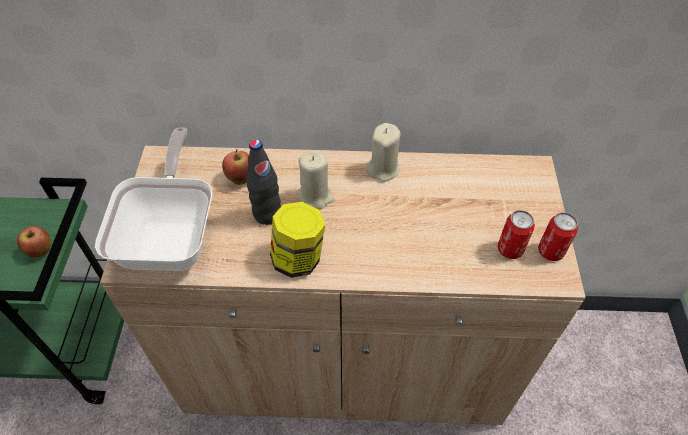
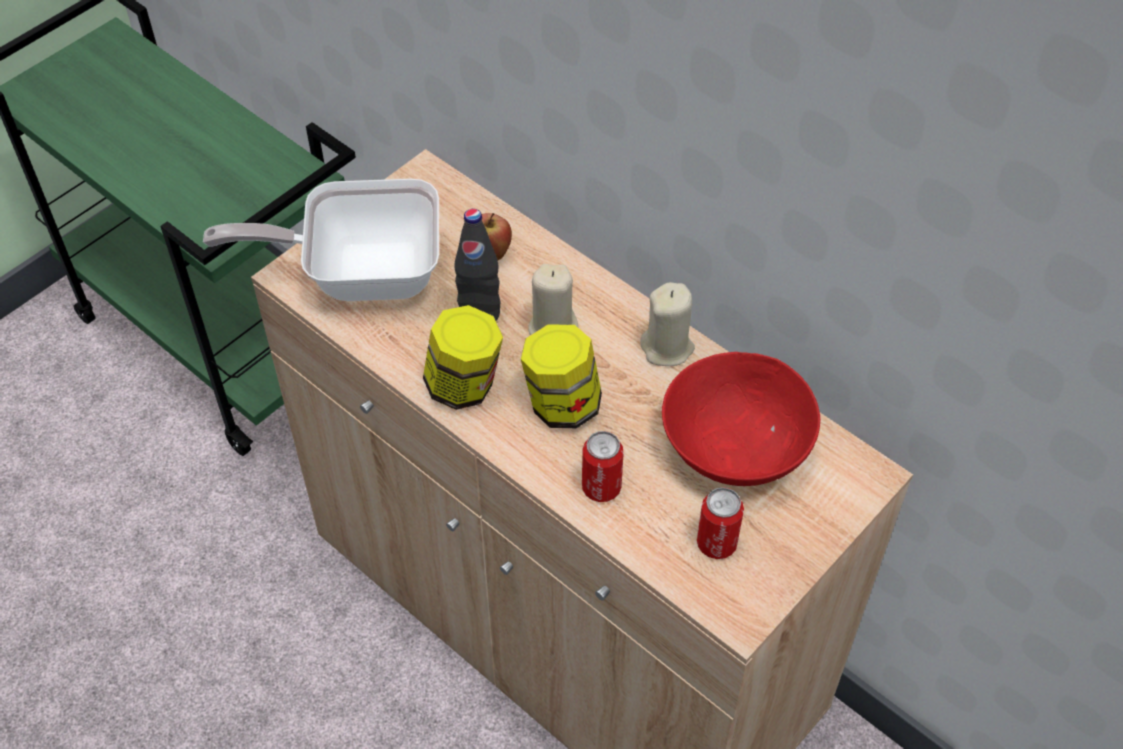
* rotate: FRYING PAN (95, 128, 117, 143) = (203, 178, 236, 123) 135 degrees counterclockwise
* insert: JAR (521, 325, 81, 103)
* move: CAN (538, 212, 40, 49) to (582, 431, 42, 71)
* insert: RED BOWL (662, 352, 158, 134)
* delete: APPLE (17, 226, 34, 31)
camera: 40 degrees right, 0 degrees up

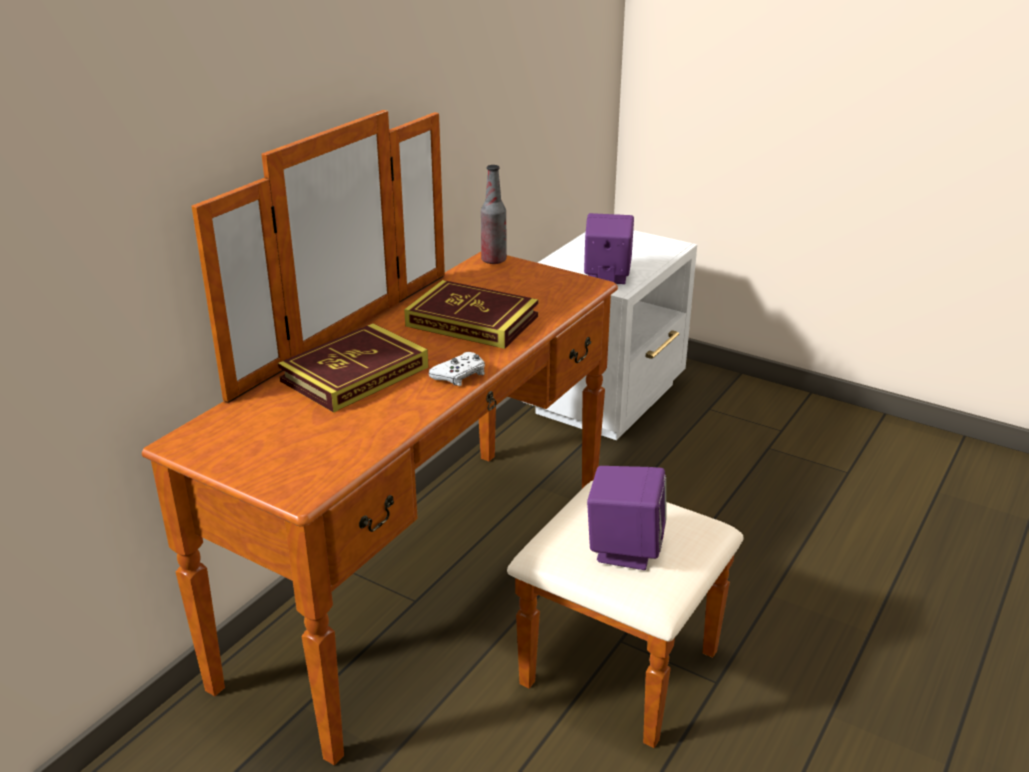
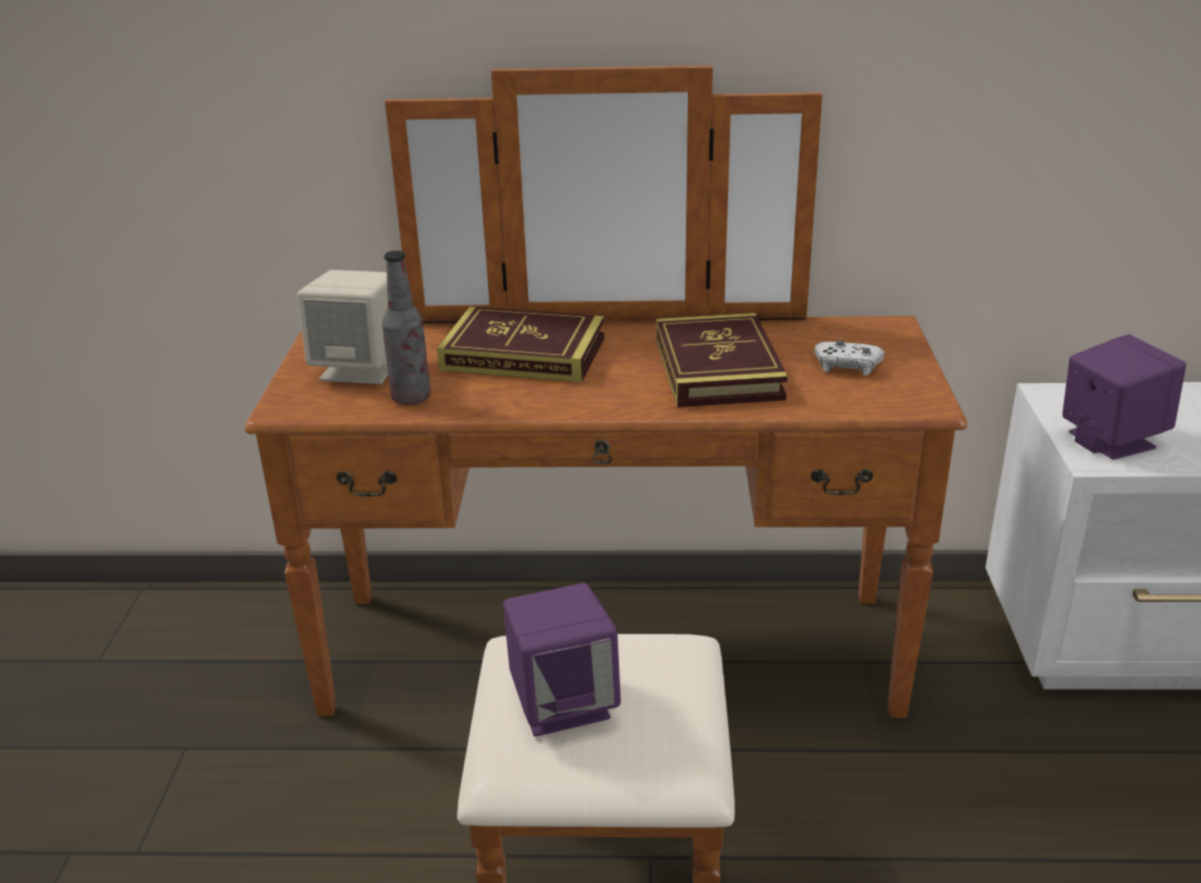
* insert: BEIGE SPEAKER (297, 270, 91, 114)
* move: BOTTLE (481, 165, 26, 99) to (382, 251, 49, 154)
* move: WHITE GAME CONTROLLER (429, 352, 56, 34) to (814, 340, 70, 36)
camera: 60 degrees right, 0 degrees up

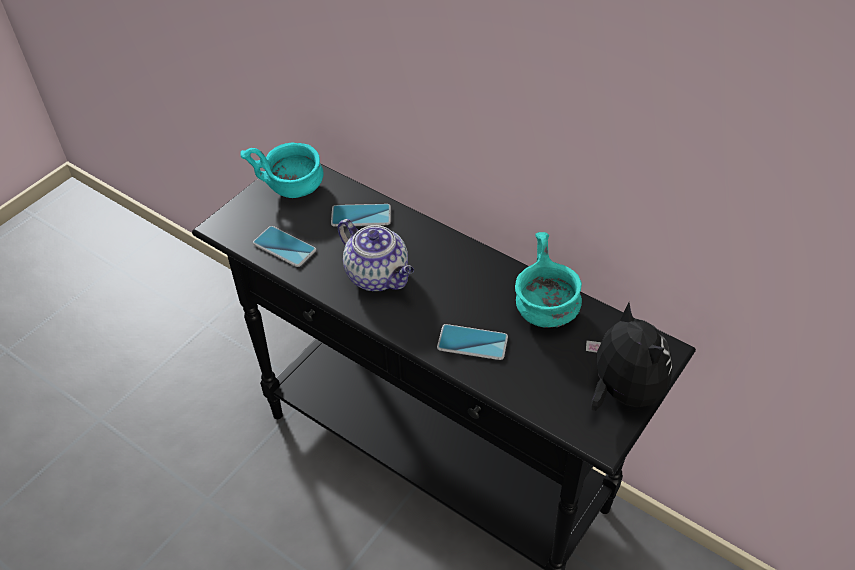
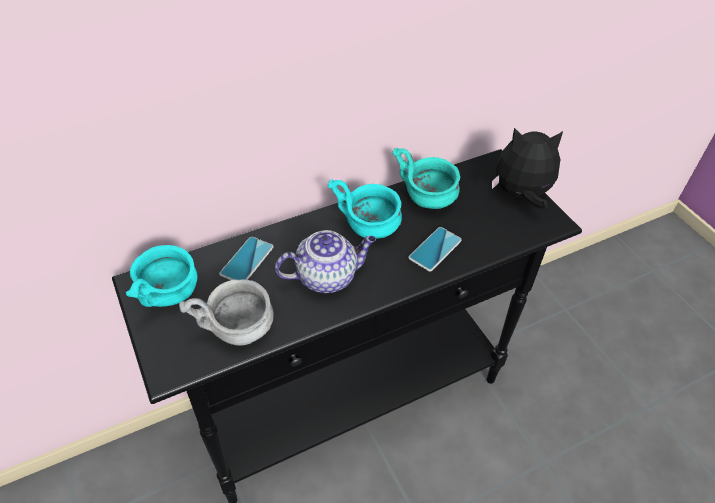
* replace: PHONE (253, 226, 63, 41) to GREY BOWL (179, 280, 95, 66)
* insert: TURQUOISE BOWL (328, 180, 74, 59)
camera: 65 degrees left, 0 degrees up

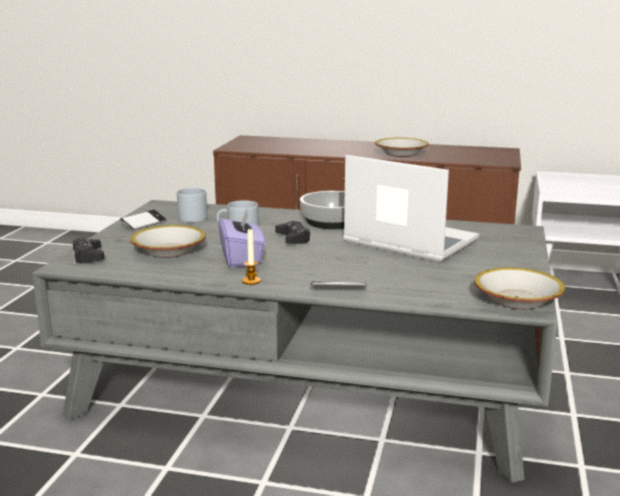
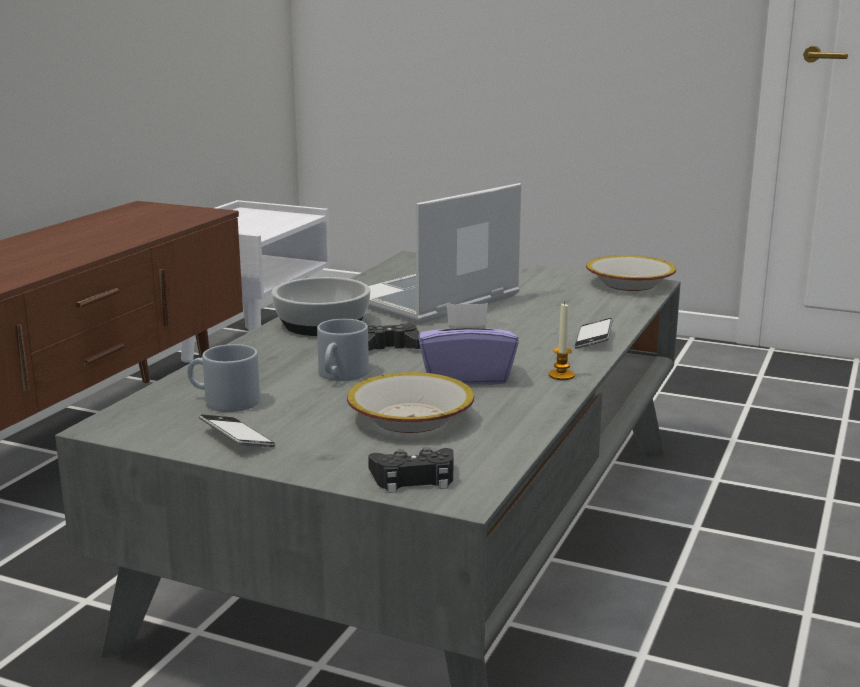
* delete: BOWL (375, 138, 54, 19)
camera: 80 degrees left, 0 degrees up

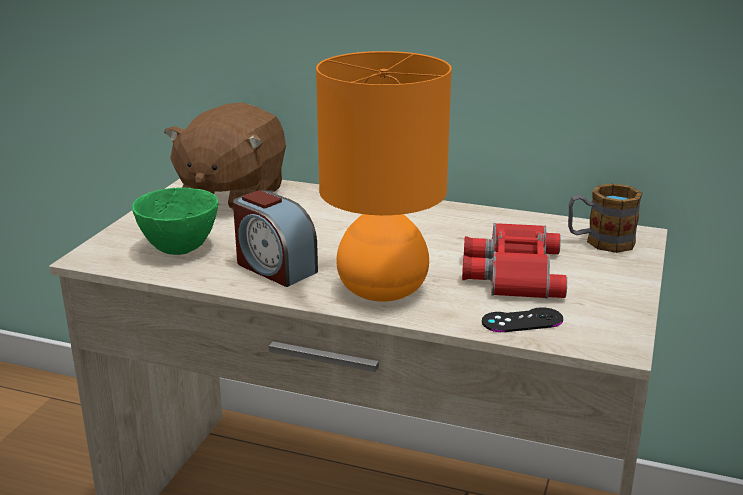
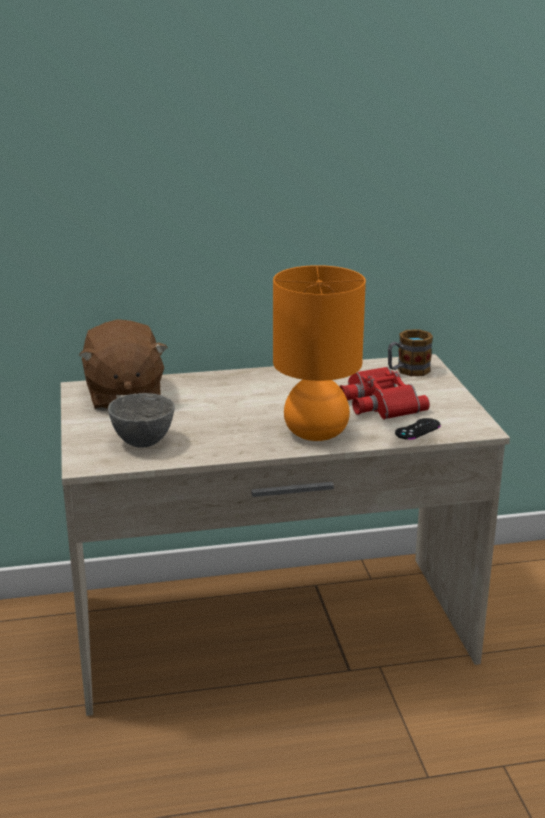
* recolor: GREEN BOWL (132, 188, 86, 67) to GREY BOWL (108, 393, 67, 55)
* delete: ALARM CLOCK (233, 190, 85, 97)
camera: 30 degrees left, 0 degrees up

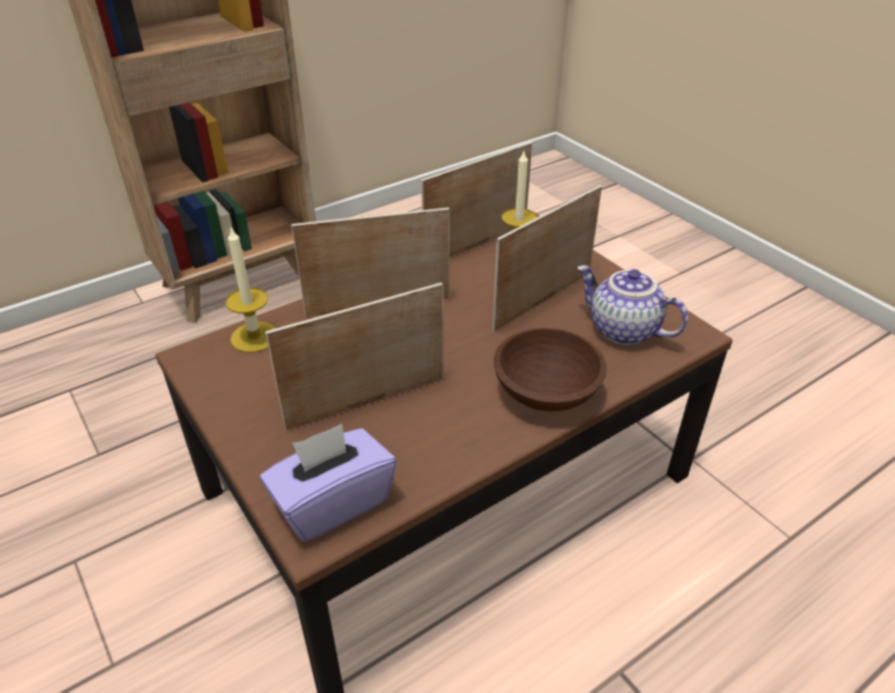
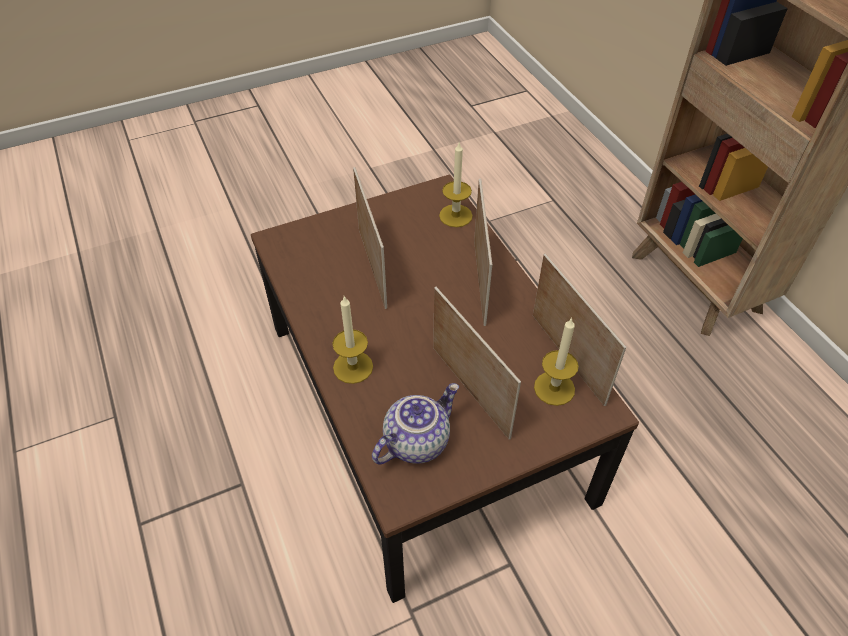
* replace: BROWN BOWL (494, 328, 113, 84) to CANDLE (332, 296, 41, 88)
* delete: PURPLE TISSUE BOX (260, 424, 136, 118)
camera: 100 degrees right, 10 degrees up

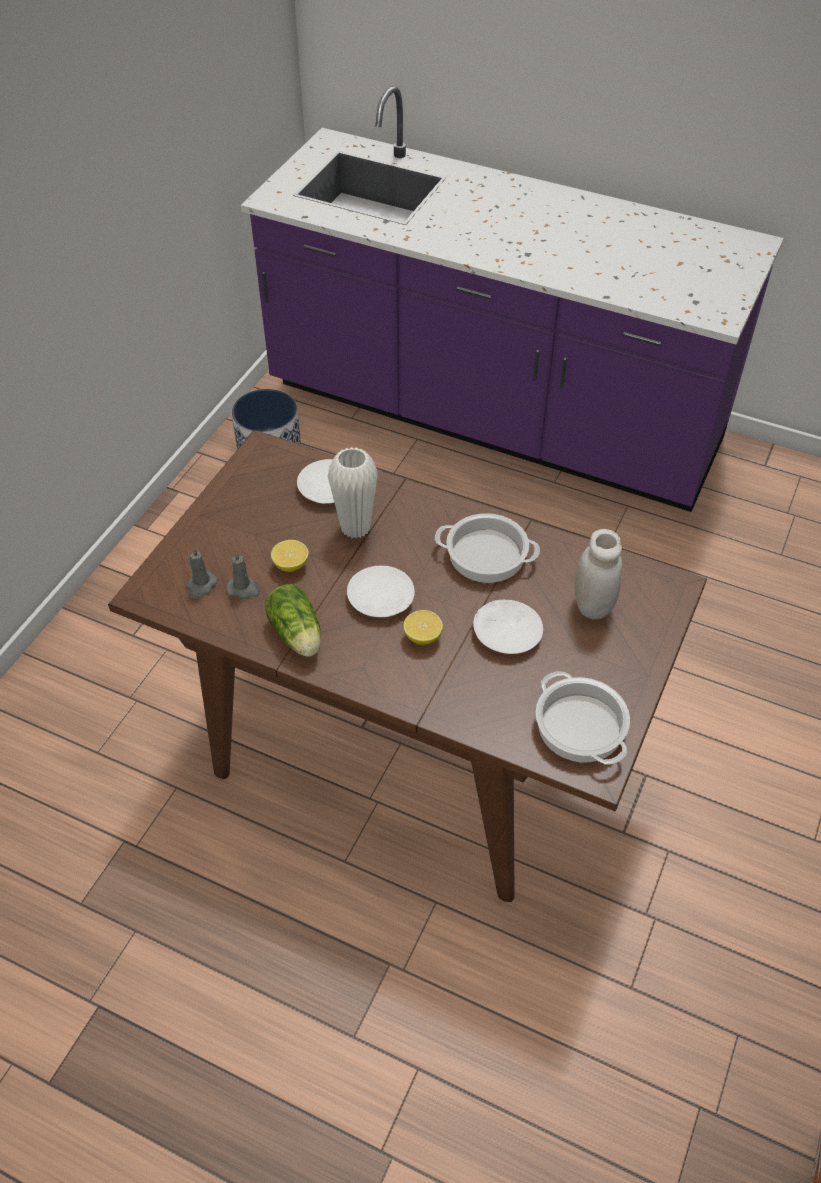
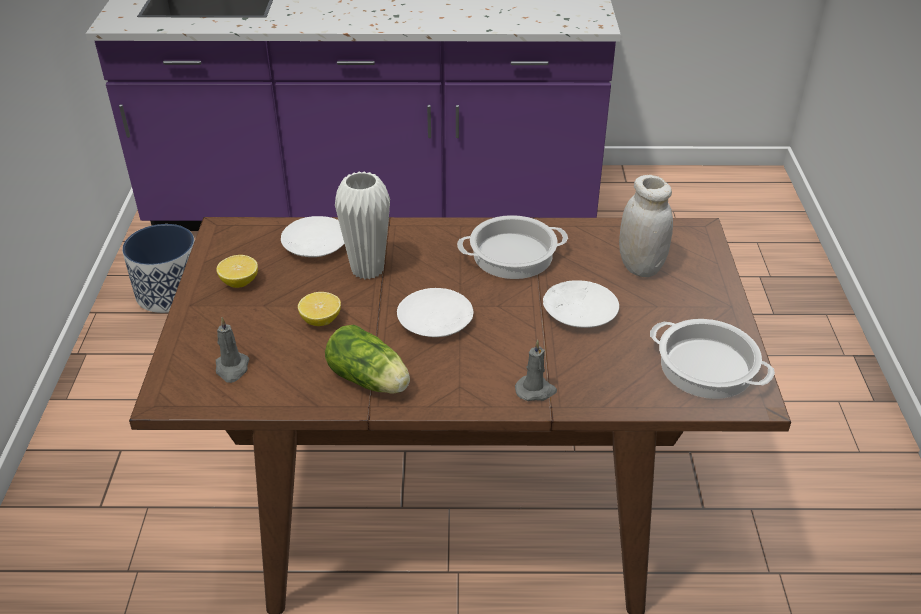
* move: LEMON (403, 610, 40, 35) to (216, 255, 42, 33)
* move: GREY CANDLE (227, 551, 33, 48) to (515, 340, 42, 61)
camera: 25 degrees left, 10 degrees down

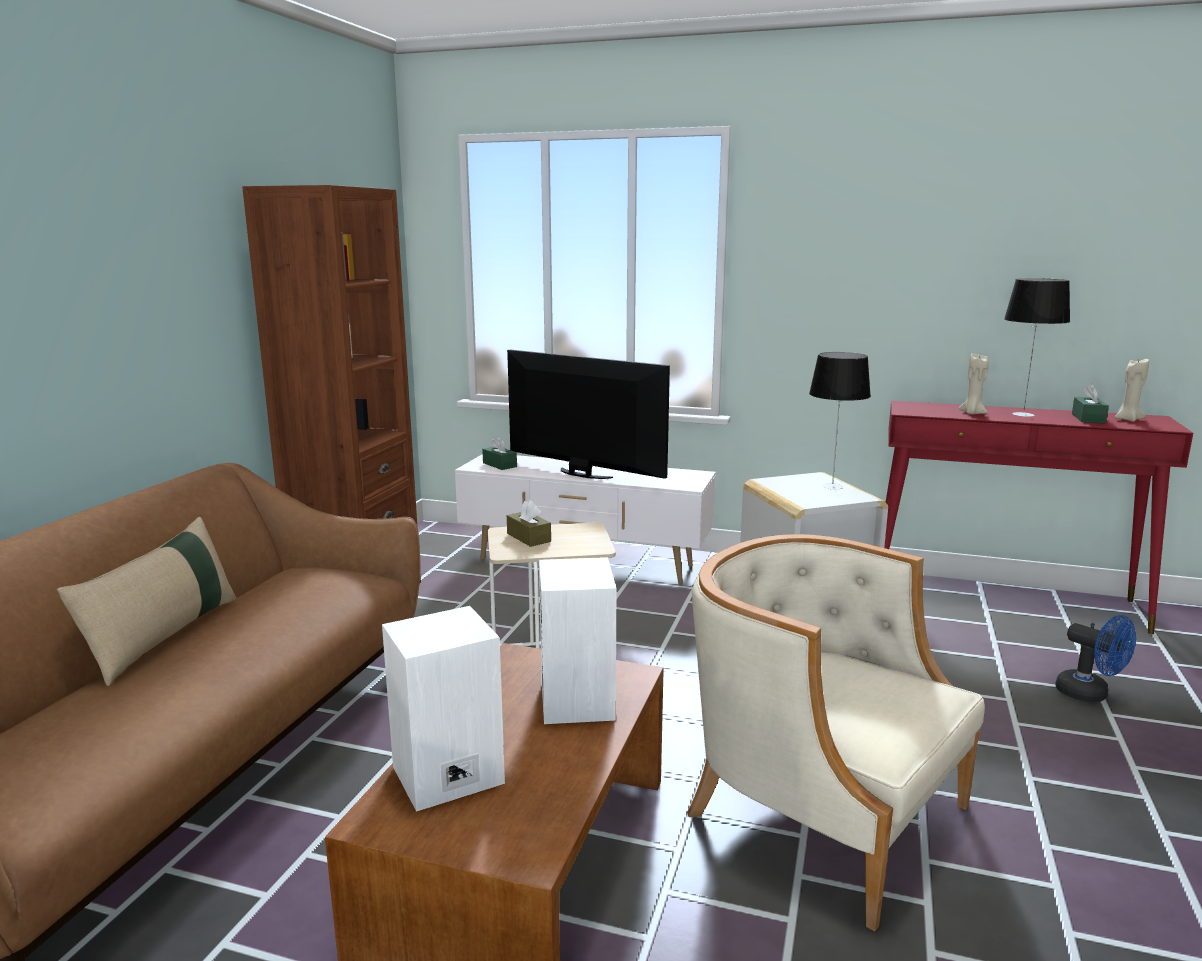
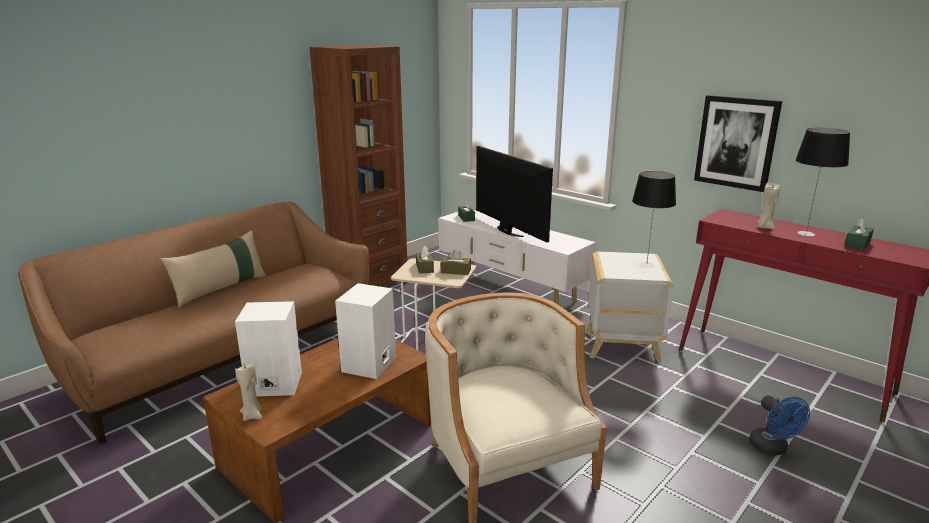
* move: BEIGE CANDLE (1114, 359, 35, 63) to (235, 362, 28, 59)
* insert: BROWN TISSUE BOX (441, 249, 30, 26)
* insert: PICTURE (694, 95, 88, 97)
camera: 25 degrees right, 5 degrees up

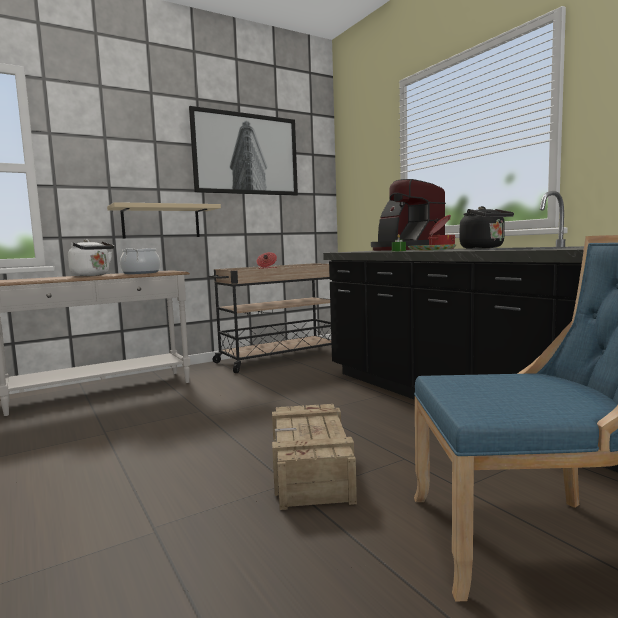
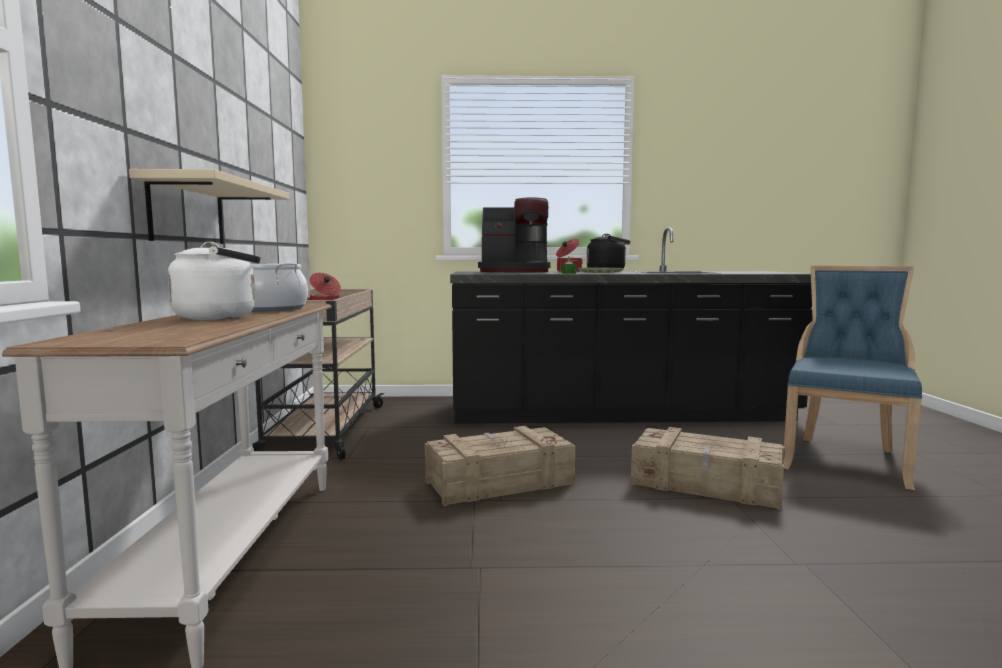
* insert: CRATE (425, 426, 150, 80)
* delete: PICTURE (189, 106, 109, 90)
camera: 60 degrees left, 0 degrees up

